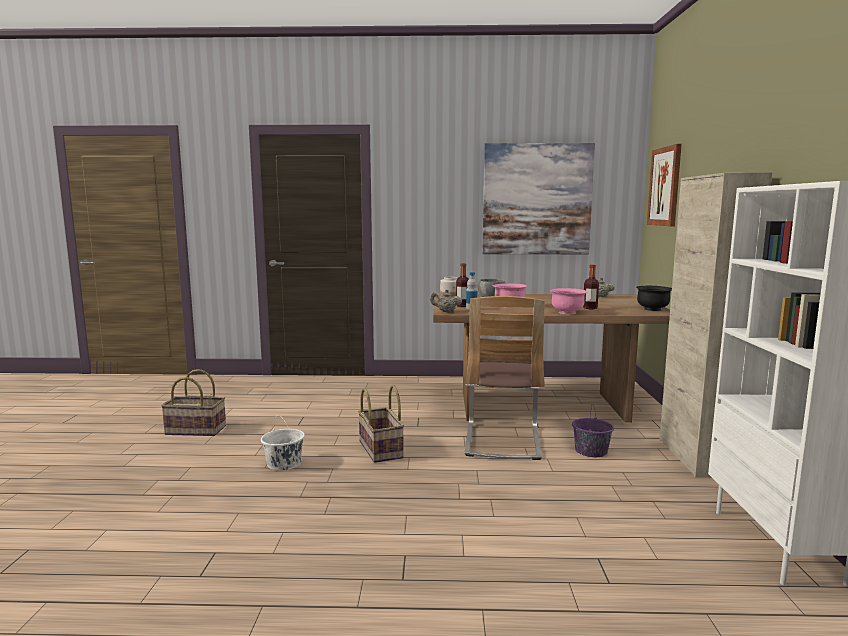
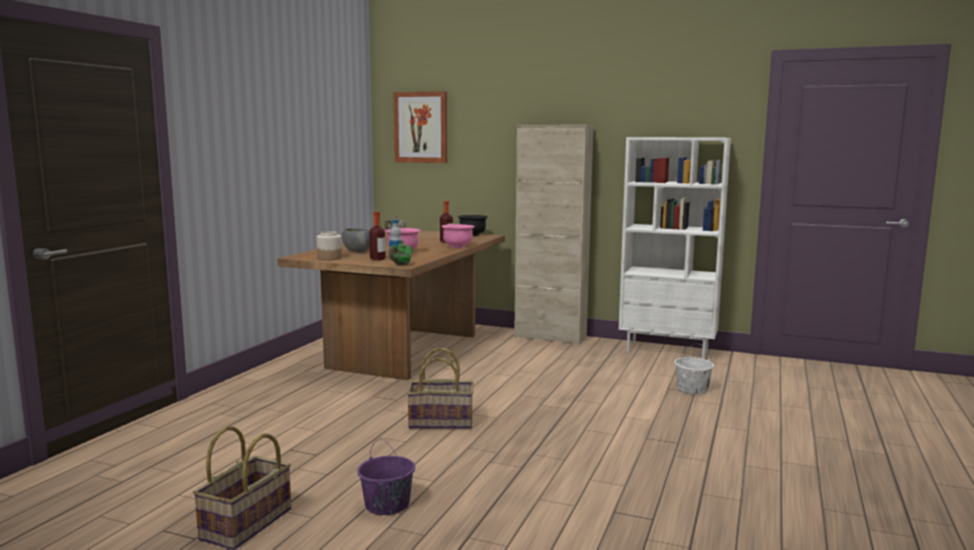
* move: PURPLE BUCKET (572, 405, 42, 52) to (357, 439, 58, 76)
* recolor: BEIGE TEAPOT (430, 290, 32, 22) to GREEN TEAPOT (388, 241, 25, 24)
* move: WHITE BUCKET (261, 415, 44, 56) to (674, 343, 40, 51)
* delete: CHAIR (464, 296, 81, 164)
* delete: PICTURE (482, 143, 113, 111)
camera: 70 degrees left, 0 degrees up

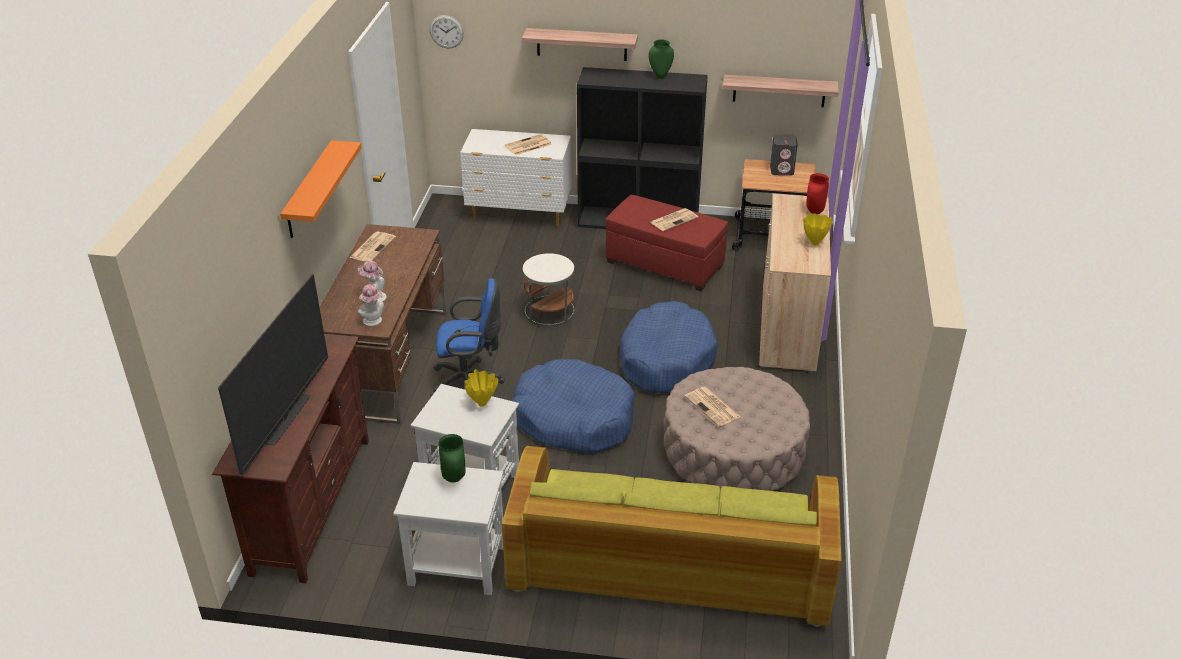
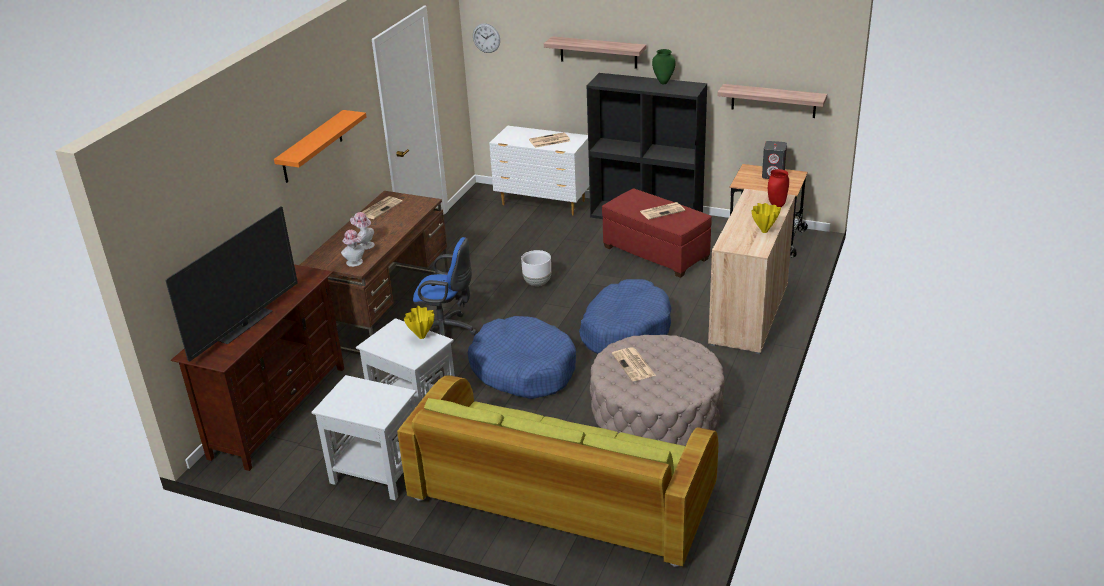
* replace: WHITE SIDE TABLE (523, 253, 51, 74) to WHITE PLANTER (521, 250, 30, 36)
* delete: GREEN VASE (438, 434, 28, 49)
camera: 15 degrees right, 5 degrees down

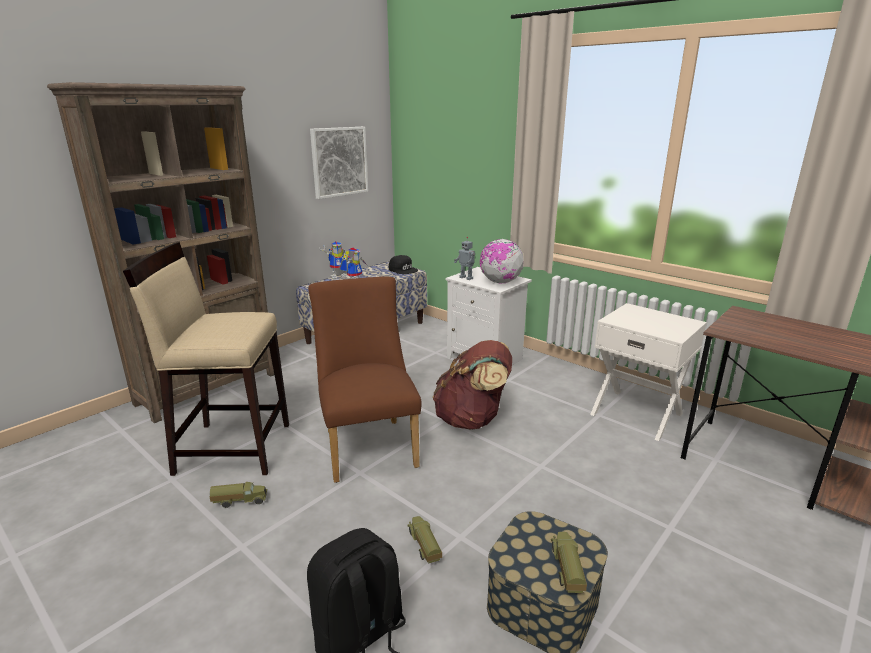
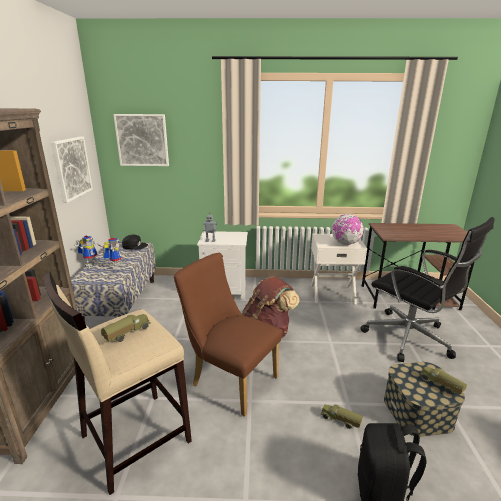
* move: TOY TRUCK (210, 482, 57, 26) to (101, 314, 50, 28)
* insert: PICTURE (113, 114, 56, 52)
* move: GLOBE (480, 239, 44, 44) to (332, 214, 31, 31)
* insert: BLACK OFFICE CHAIR (360, 217, 135, 145)
camera: 40 degrees left, 0 degrees up

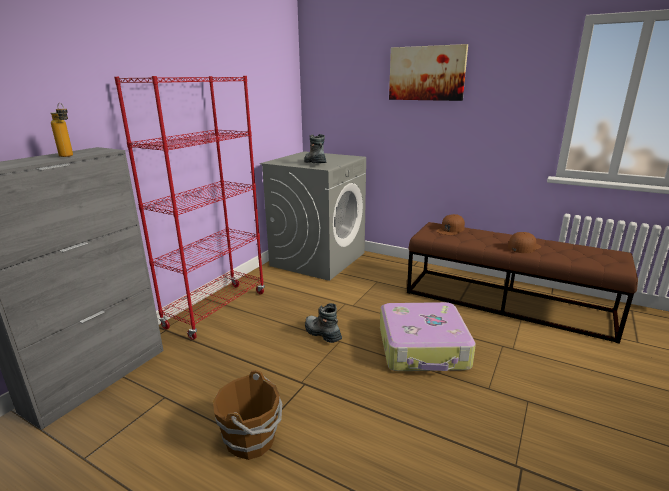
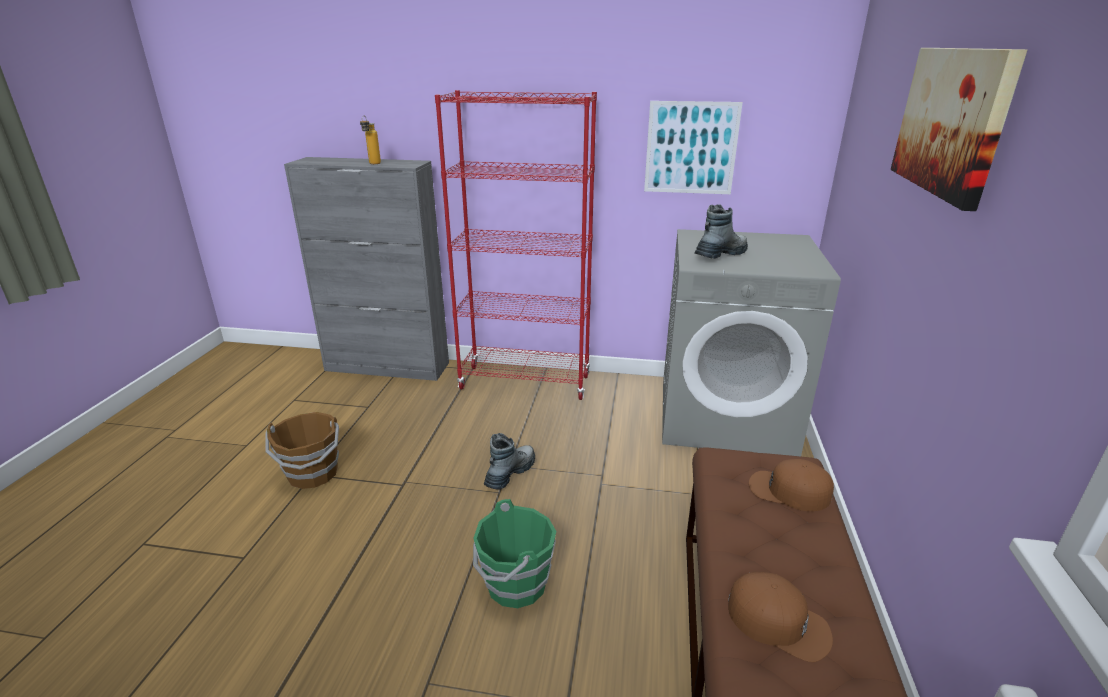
* replace: SUITCASE (380, 302, 96, 69) to GREEN BUCKET (473, 499, 83, 109)
* insert: PICTURE (644, 101, 99, 93)
camera: 70 degrees right, 5 degrees up

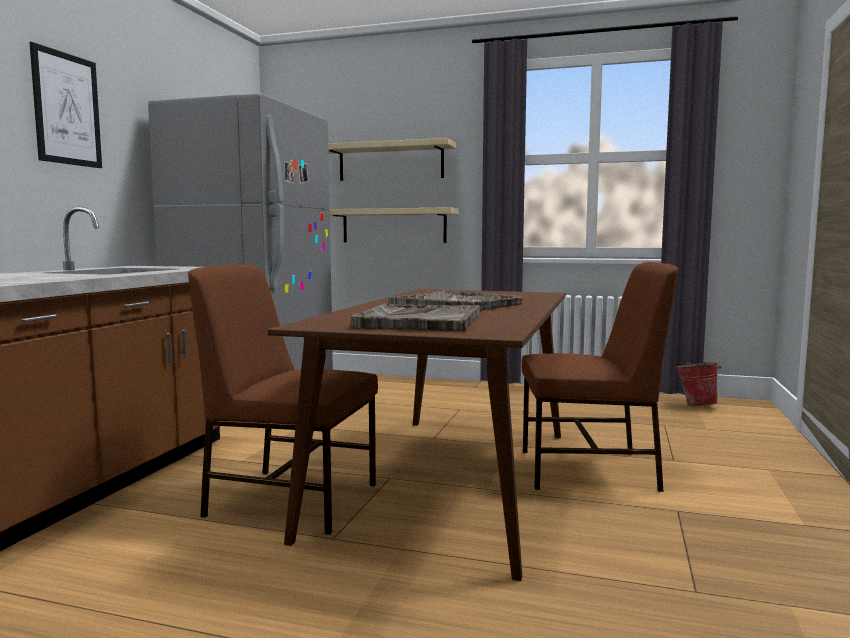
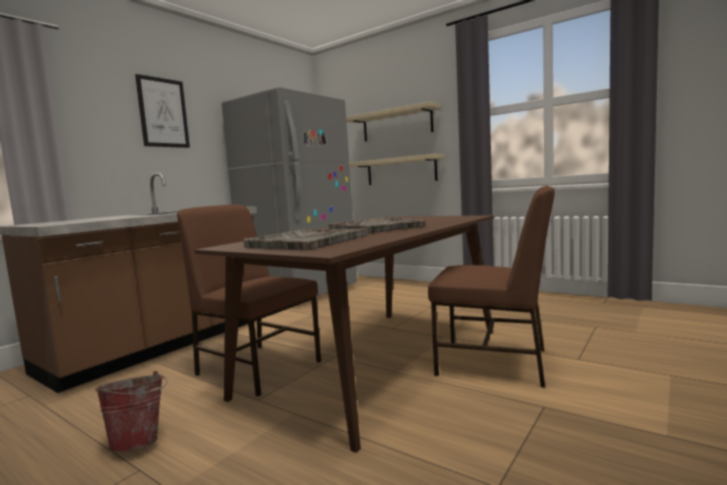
* move: BUCKET (675, 362, 46, 44) to (95, 371, 73, 82)
camera: 20 degrees right, 0 degrees up

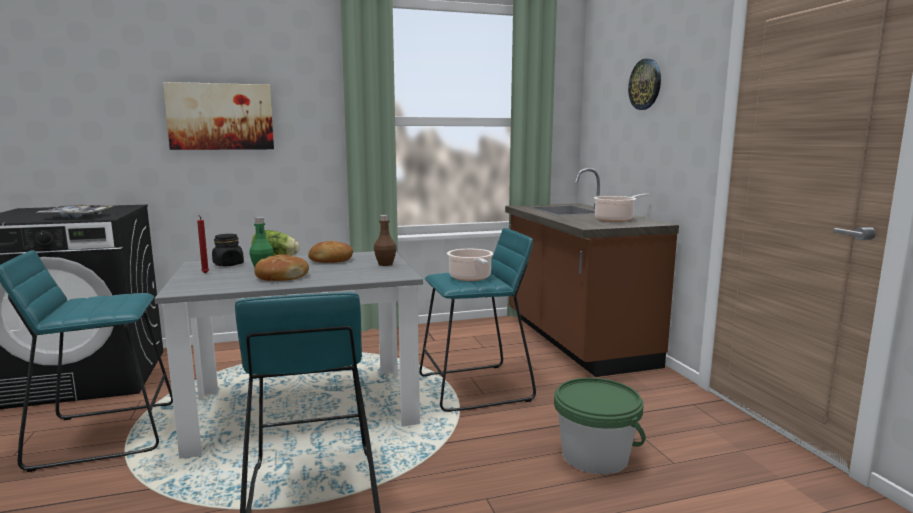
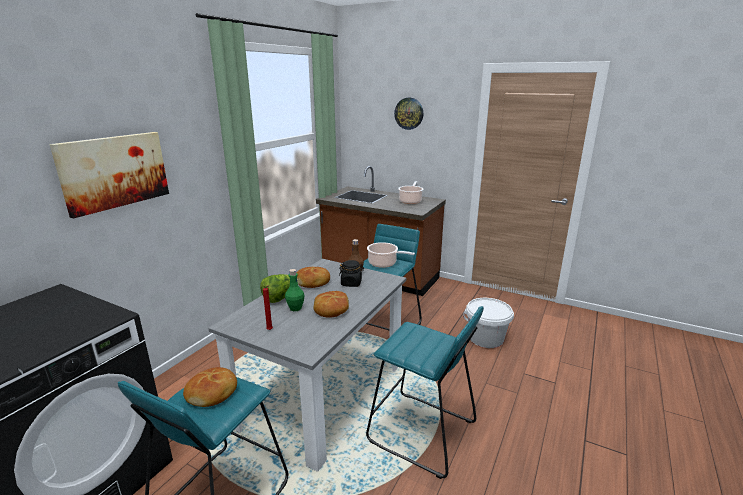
* insert: BREAD (183, 367, 54, 40)
* move: BLACK JAR (212, 234, 32, 32) to (339, 260, 25, 27)
* recolor: GREEN BUCKET (554, 378, 92, 97) to WHITE BUCKET (463, 298, 51, 50)
* delete: TRAY (36, 205, 76, 13)
camera: 45 degrees left, 10 degrees up

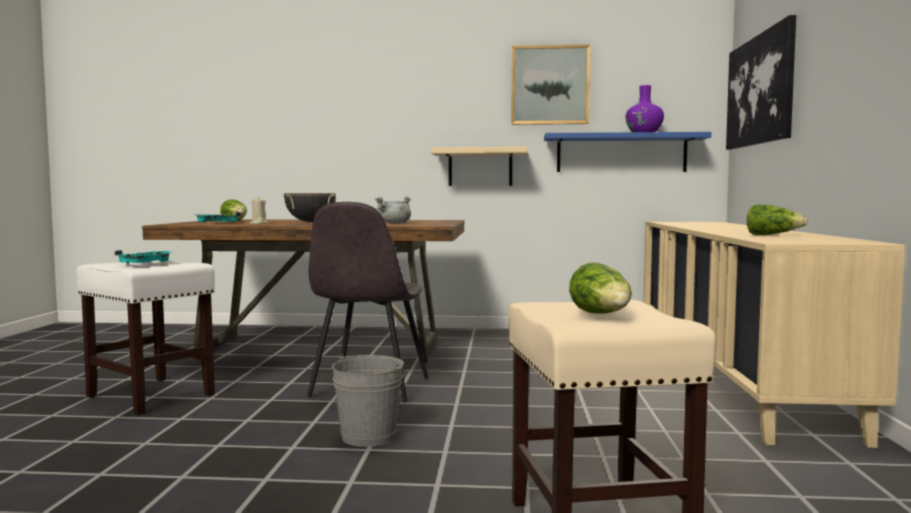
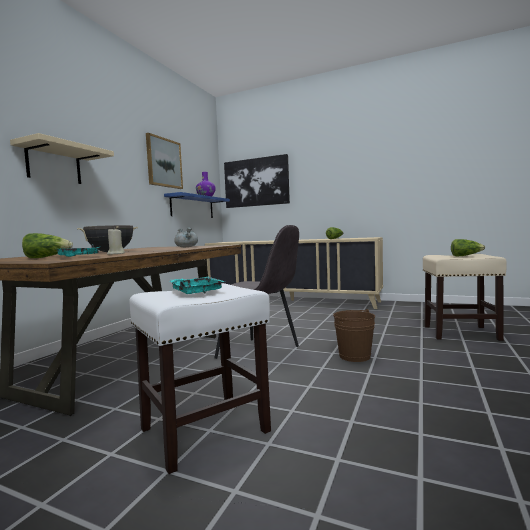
* move: BEIGE SHELF (431, 147, 96, 39) to (10, 133, 104, 51)
* recolor: GREY BUCKET (332, 355, 72, 92) to BROWN BUCKET (333, 309, 42, 53)
camera: 70 degrees left, 0 degrees up

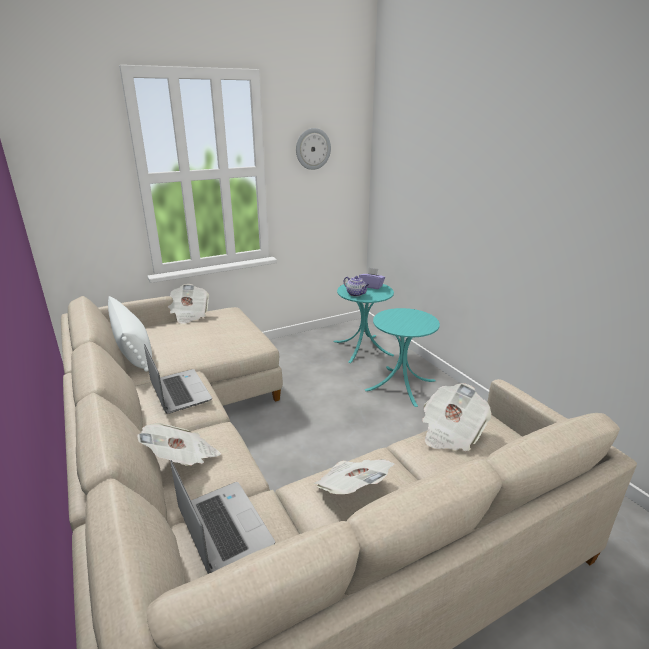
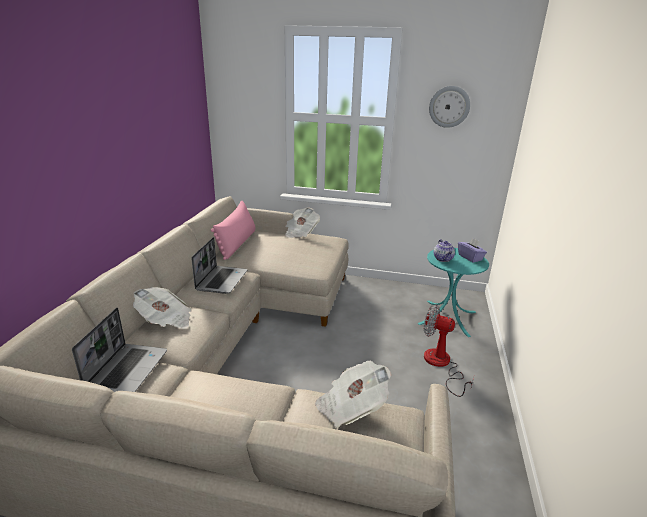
* recolor: WHITE PILLOW (108, 296, 44, 76) to PINK PILLOW (211, 201, 44, 59)
* replace: TURQUOISE SIDE TABLE (365, 308, 75, 99) to FAN (424, 304, 50, 93)
* delete: NEWSPAPER (314, 459, 81, 35)
camera: 40 degrees right, 0 degrees up

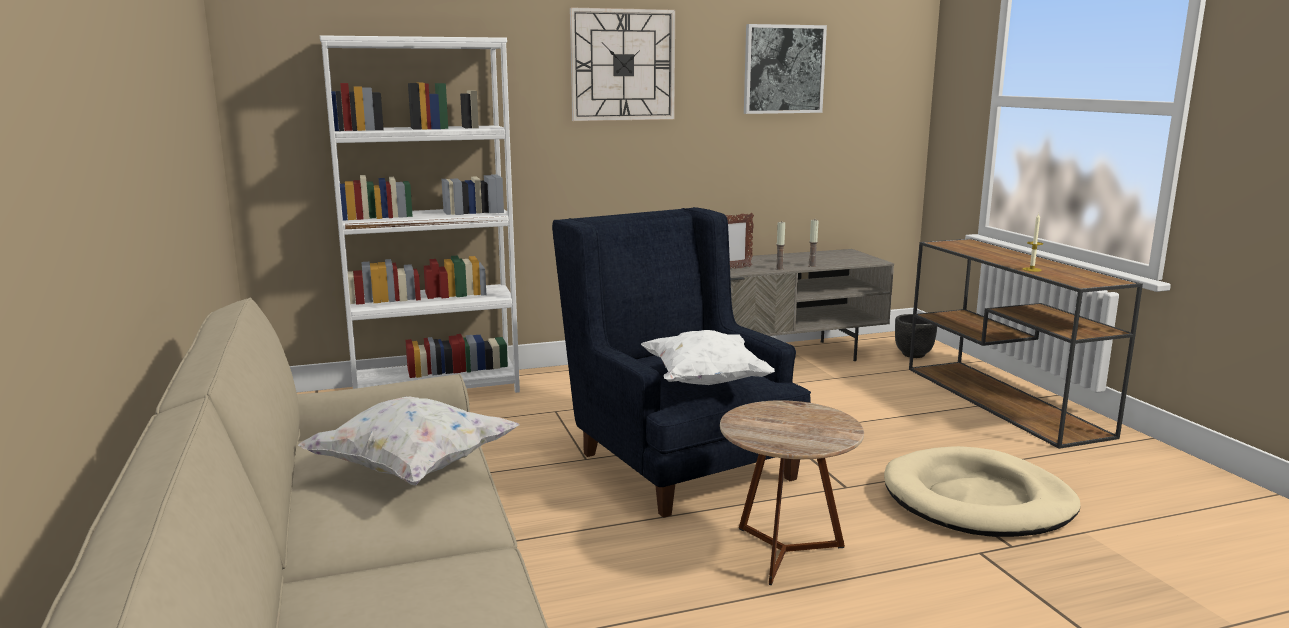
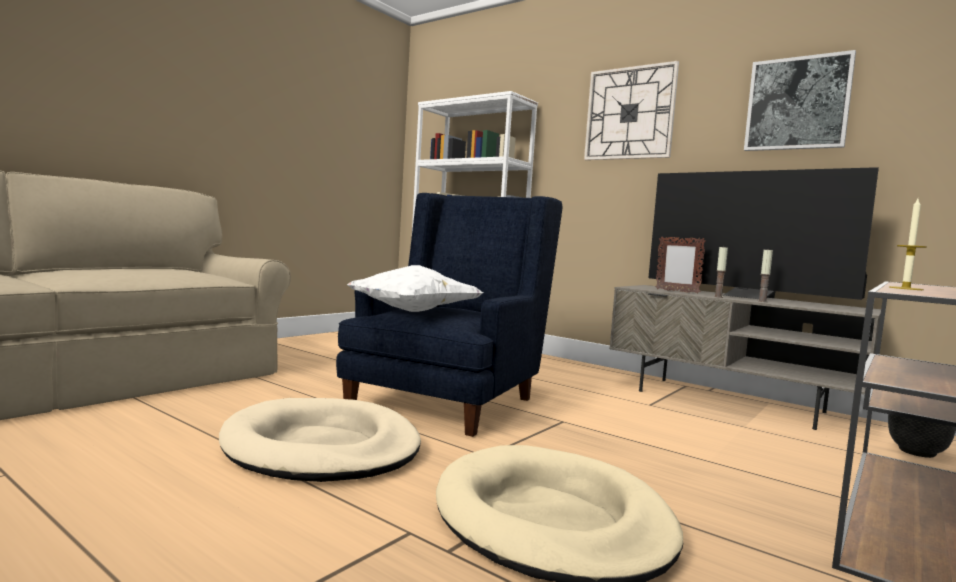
* replace: BROWN SIDE TABLE (720, 400, 144, 185) to BEIGE DOG BED (219, 398, 202, 84)
* insert: TELEVISION (648, 167, 231, 133)
* delete: WHITE PILLOW (298, 396, 221, 89)
camera: 55 degrees right, 10 degrees down

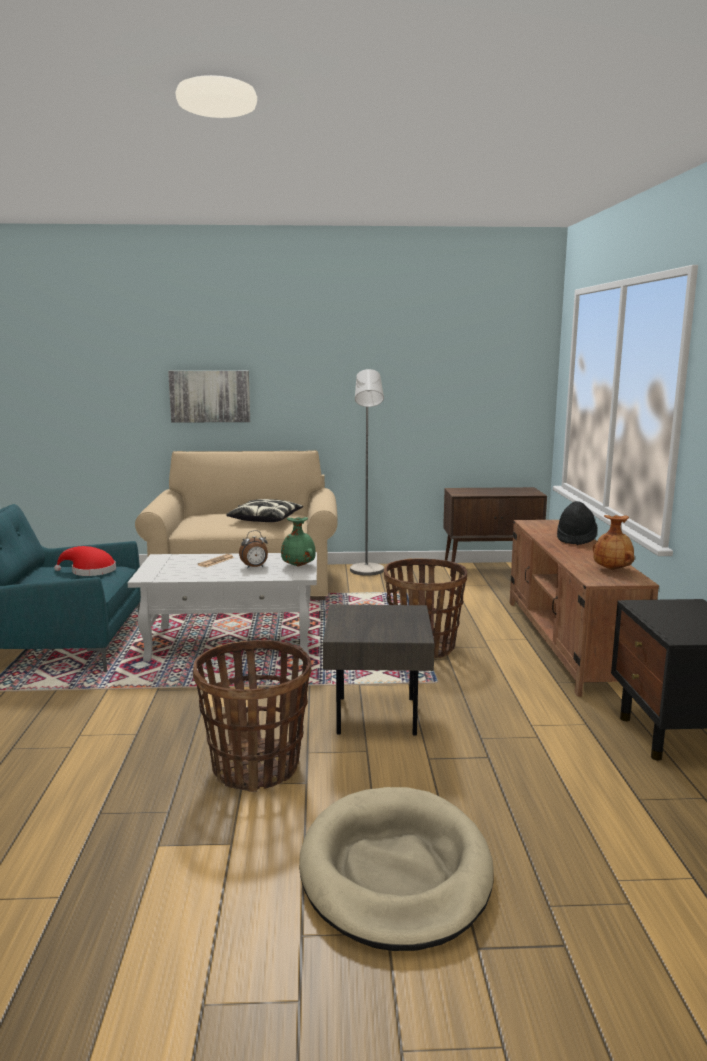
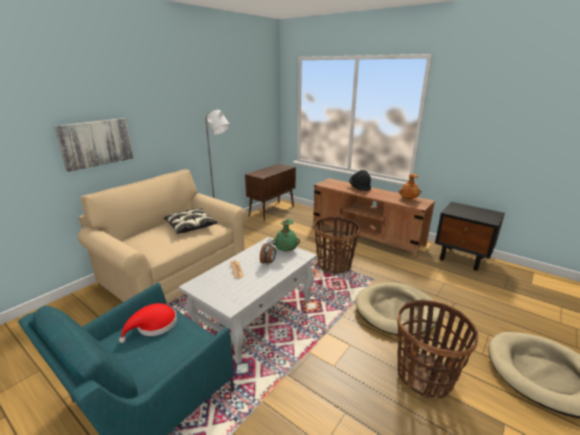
* replace: GREY SIDE TABLE (323, 604, 111, 132) to BEIGE DOG BED (355, 283, 85, 53)
camera: 50 degrees left, 10 degrees up

